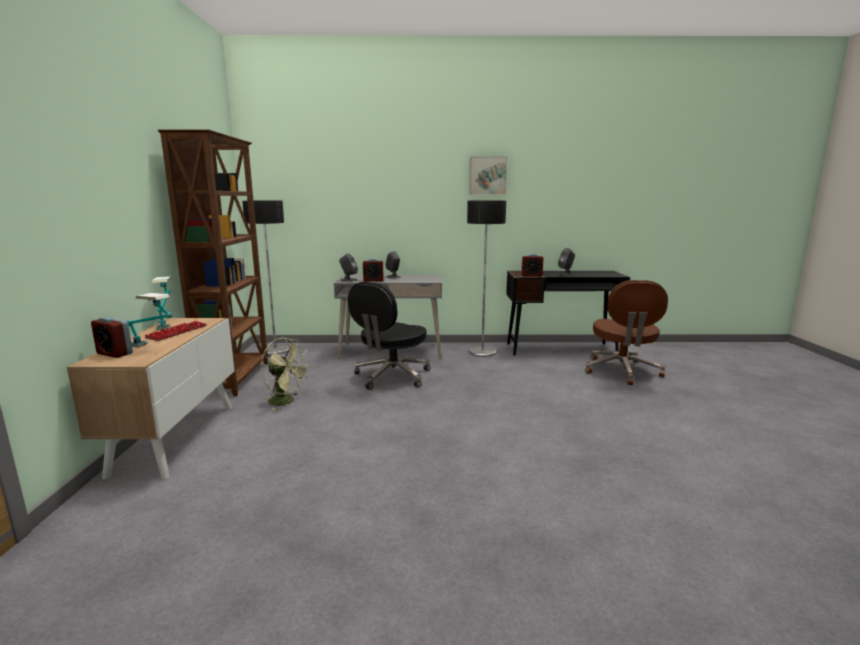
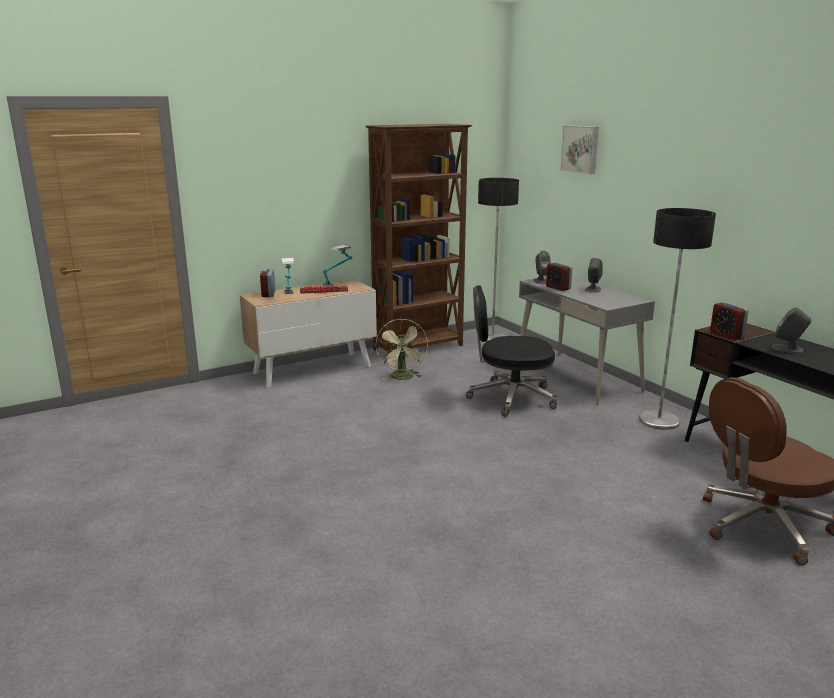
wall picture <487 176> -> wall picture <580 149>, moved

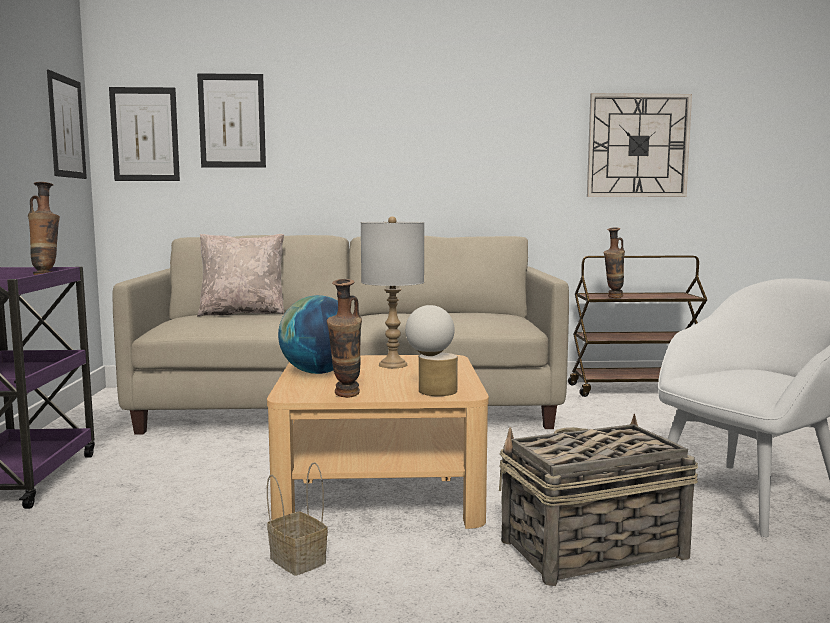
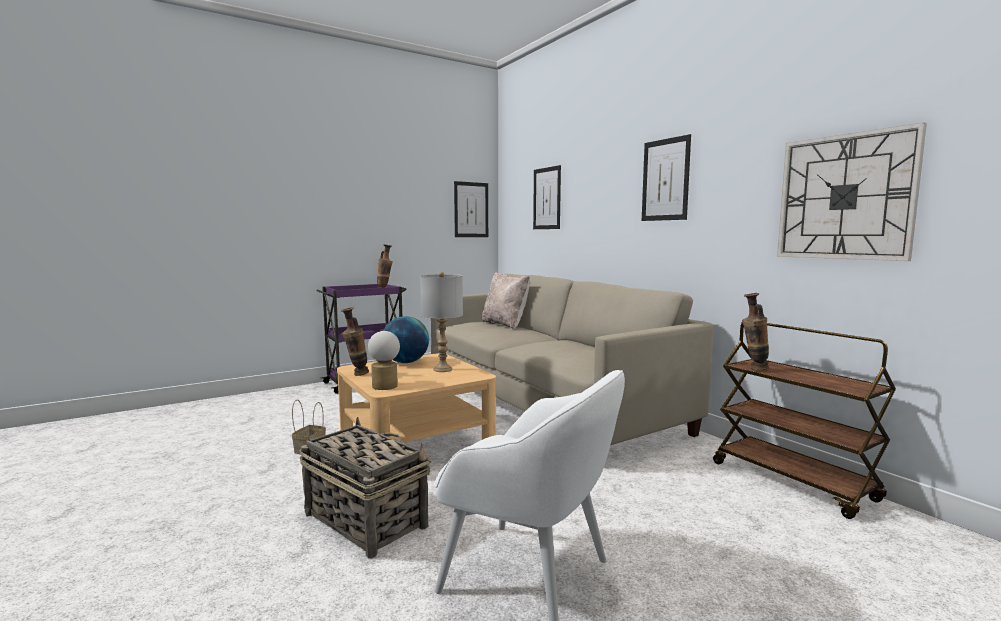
wall picture <145 134> -> wall picture <665 180>, moved

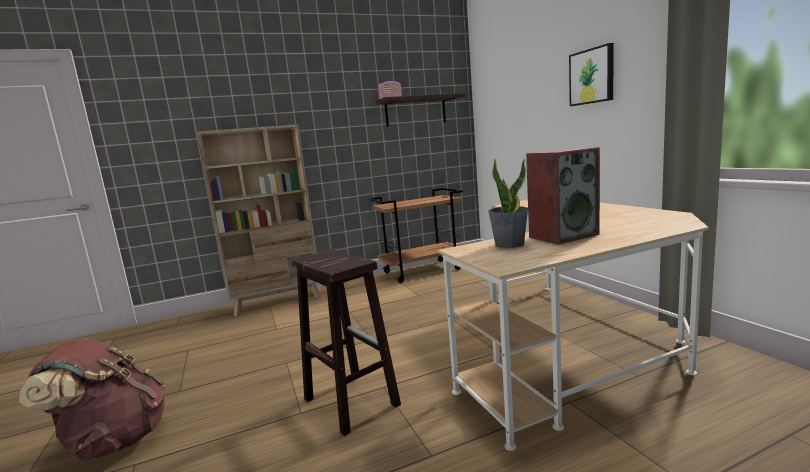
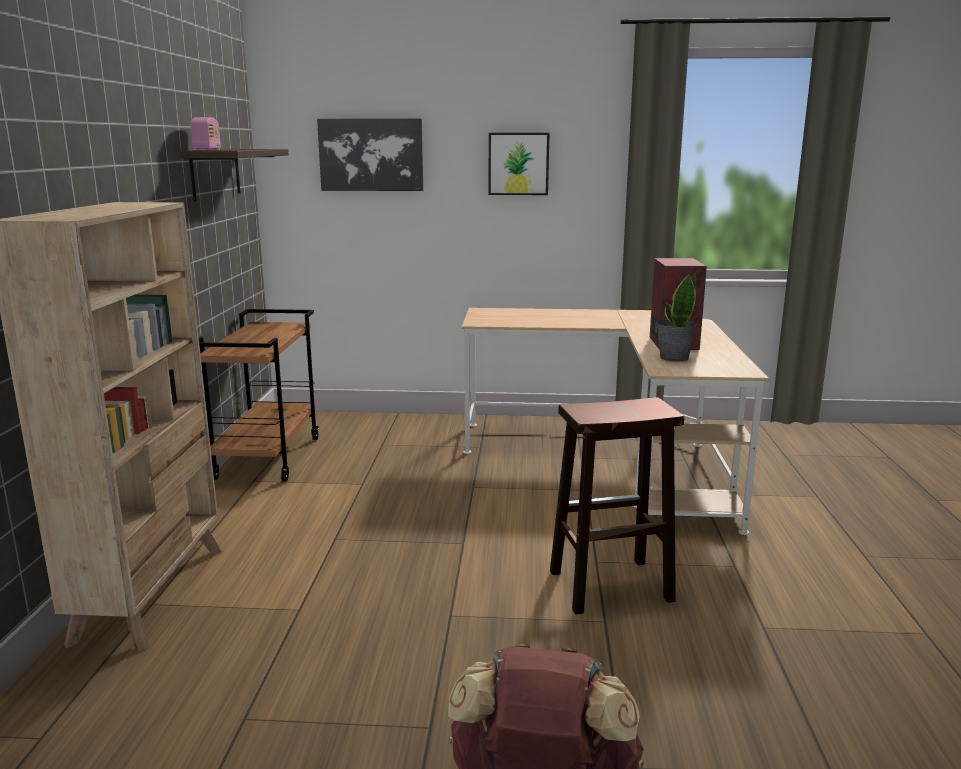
none -> wall picture <371 155>

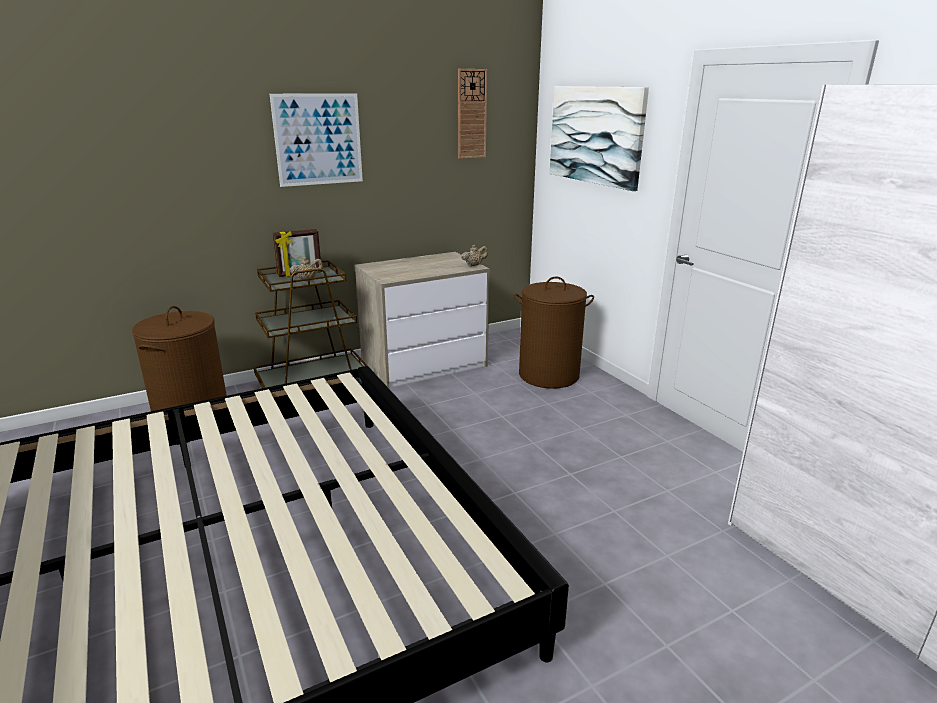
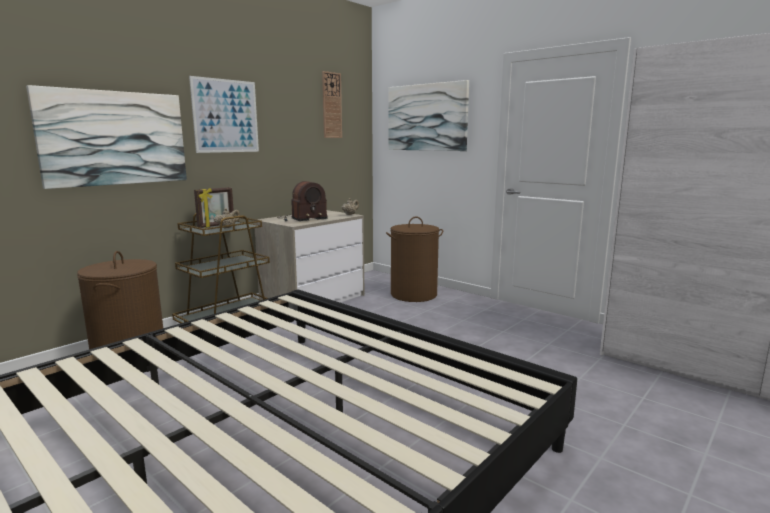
none -> wall picture <114 138>
none -> radio set <301 219>

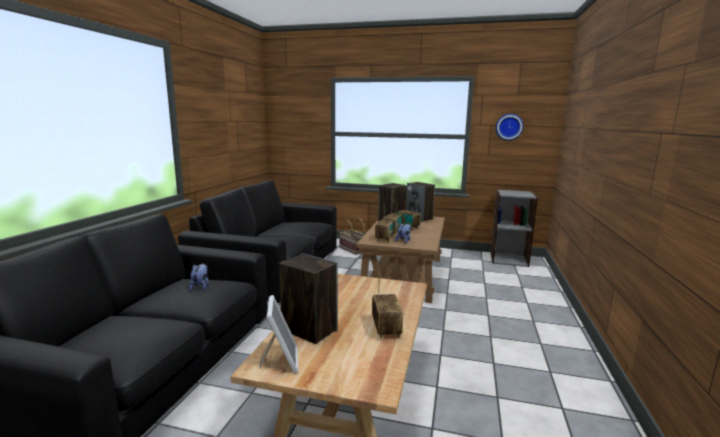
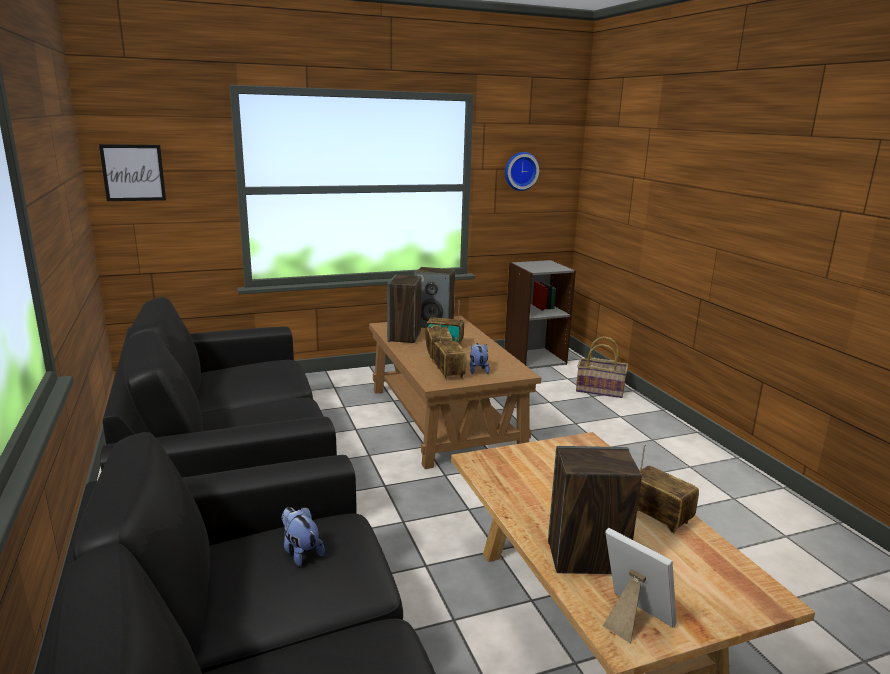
storage basket <353 249> -> storage basket <600 390>, moved
none -> wall picture <133 172>

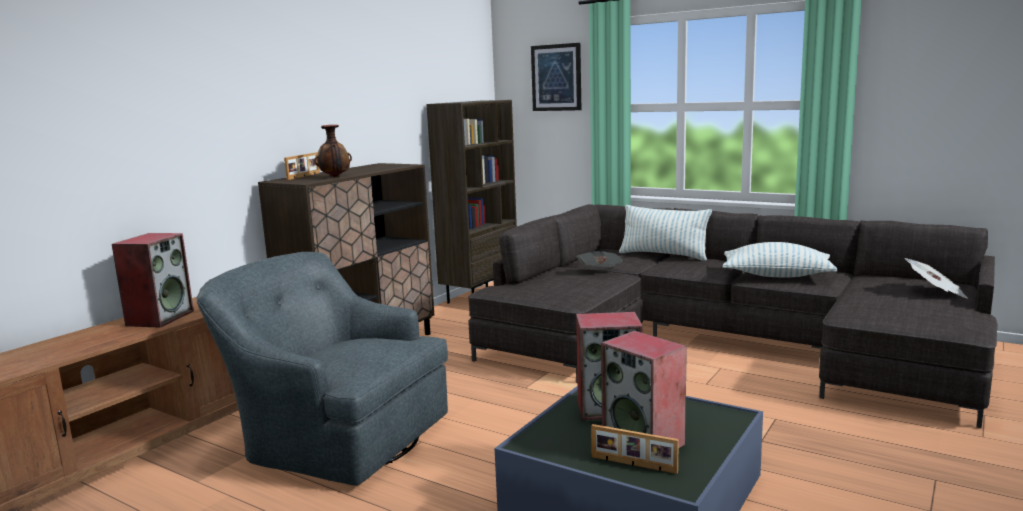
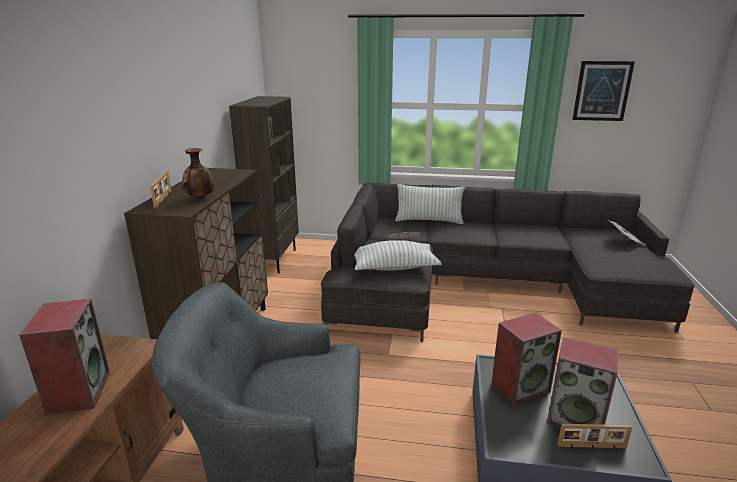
wall picture <556 77> -> wall picture <602 91>, moved
pillow <776 276> -> pillow <394 267>, moved

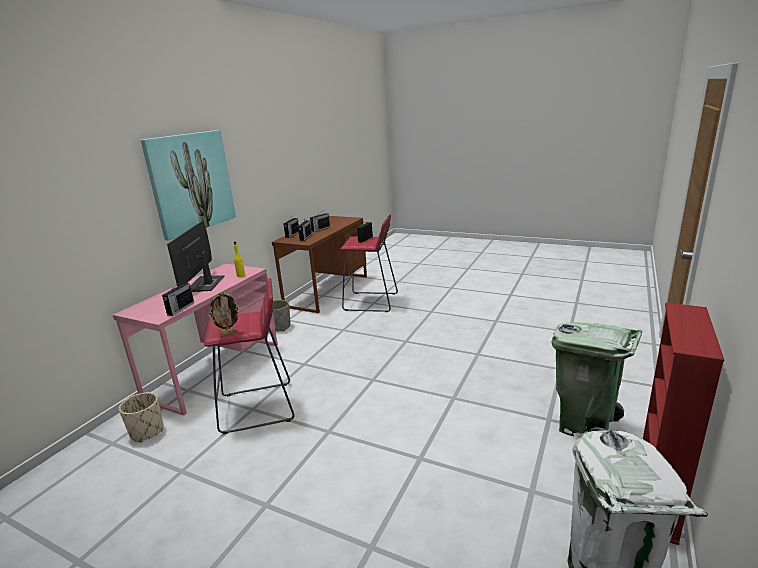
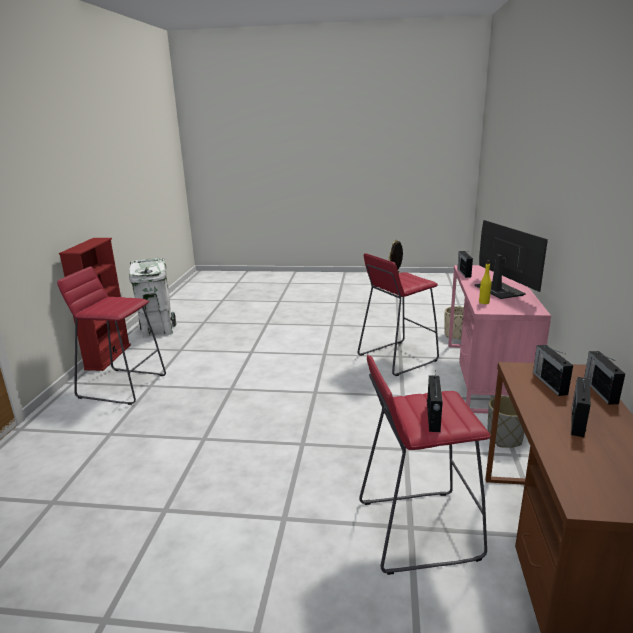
wall picture <191 182> -> none
green rubbish bin <585 426> -> reddish stool <122 385>

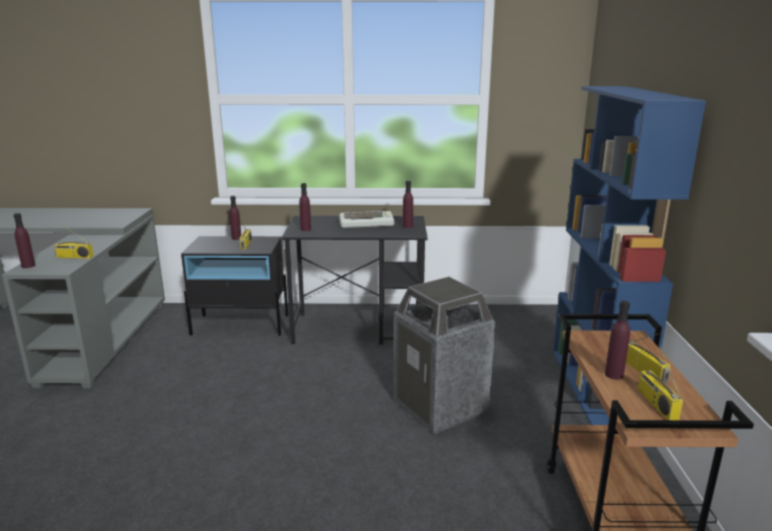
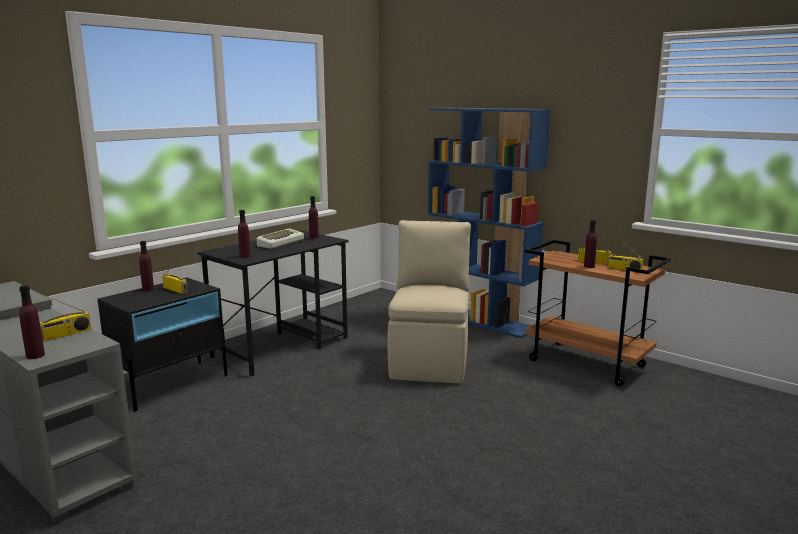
rubbish bin <441 407> -> beige-coloured chair <430 361>

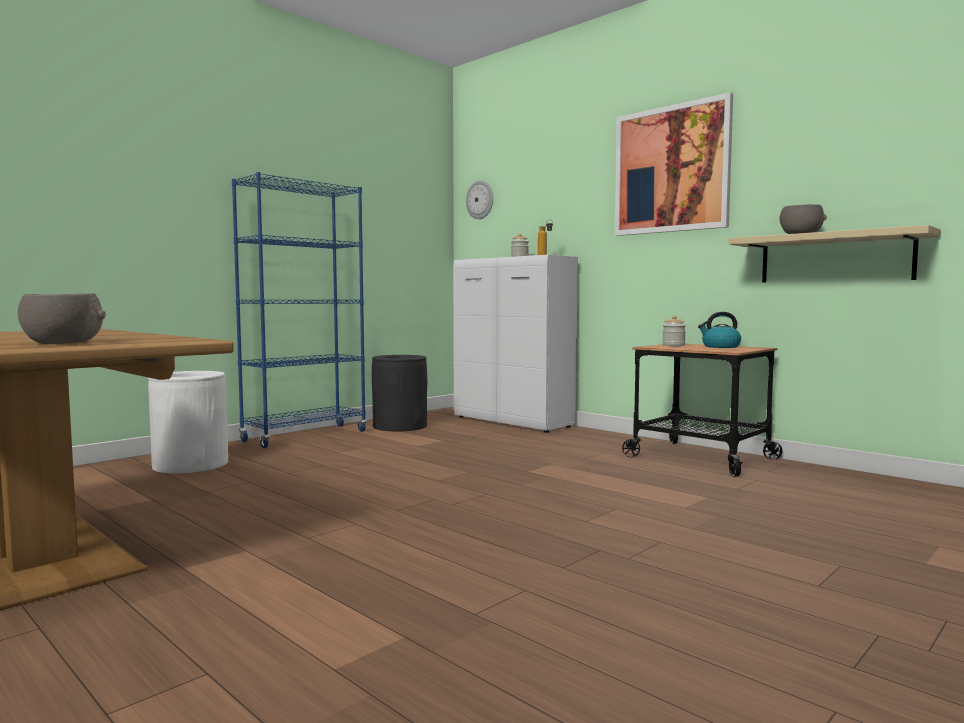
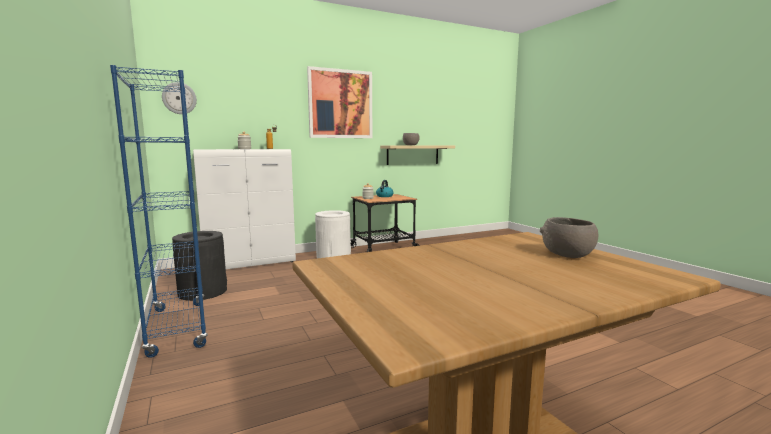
whitish rubbish bin <191 464> -> whitish rubbish bin <333 256>, moved

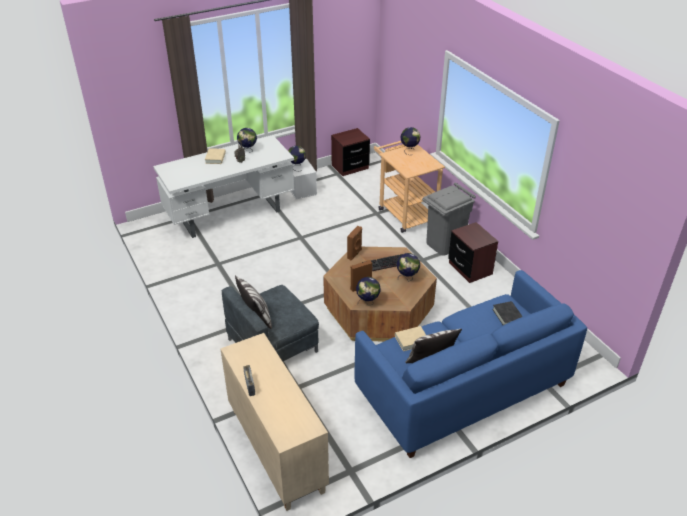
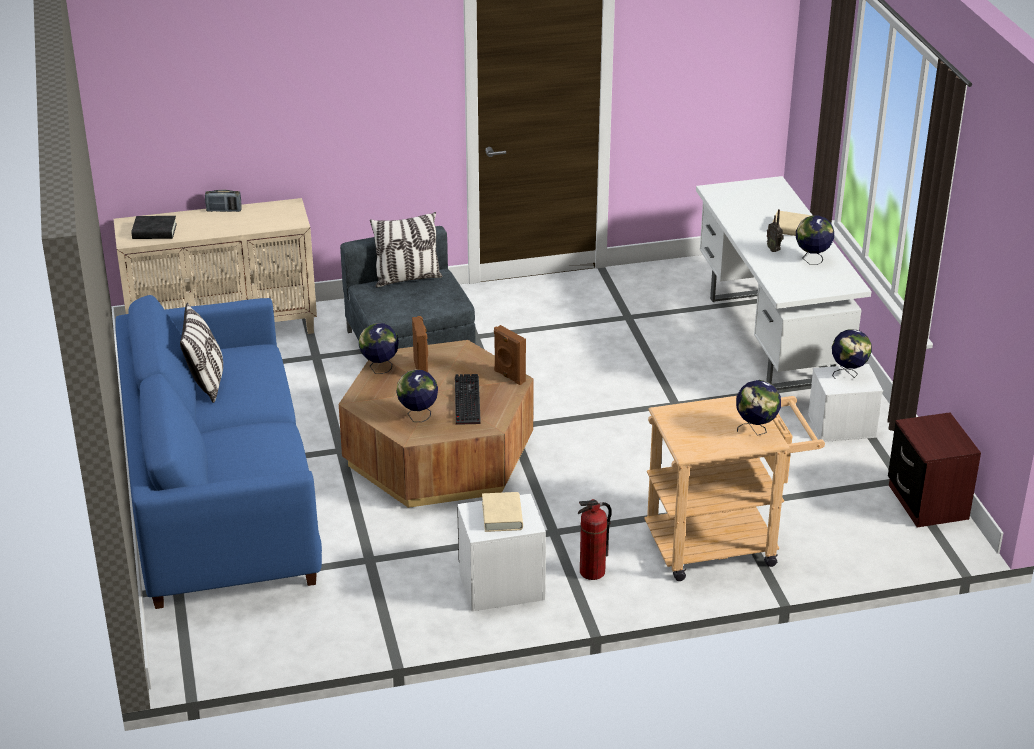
beige-coloured volume <411 340> -> beige-coloured volume <502 516>, moved
grey rubbish bin <444 244> -> extinguisher <592 572>
brown-coloured night table <470 268> -> whitish night table <501 586>
black-coloured volume <507 316> -> black-coloured volume <154 232>, moved

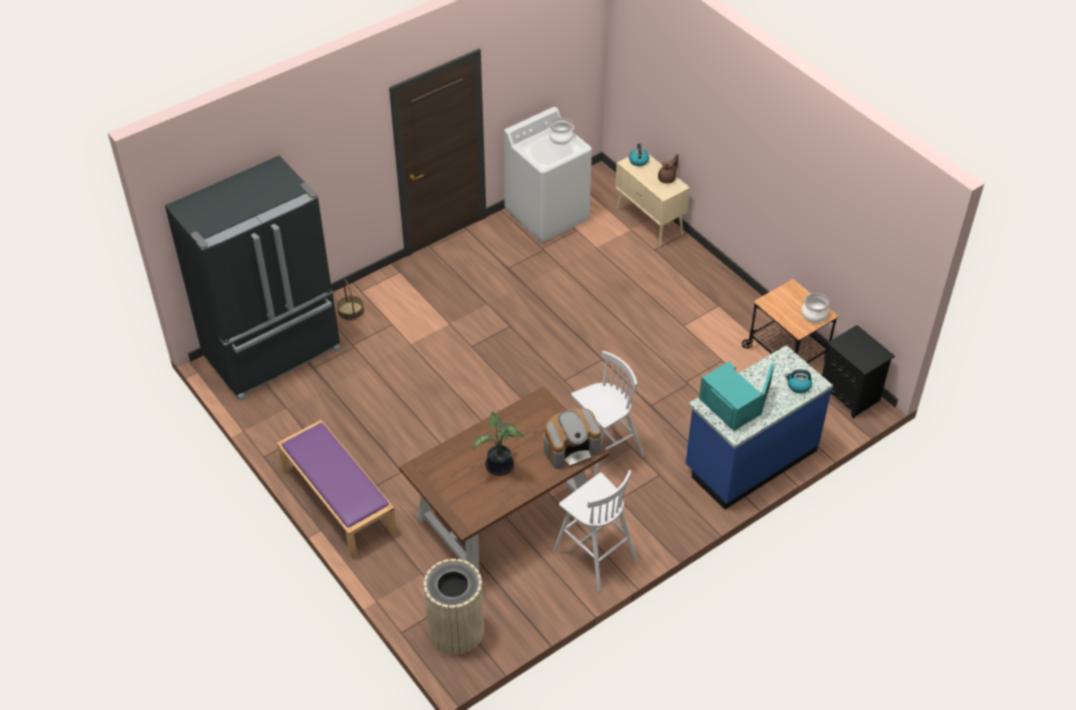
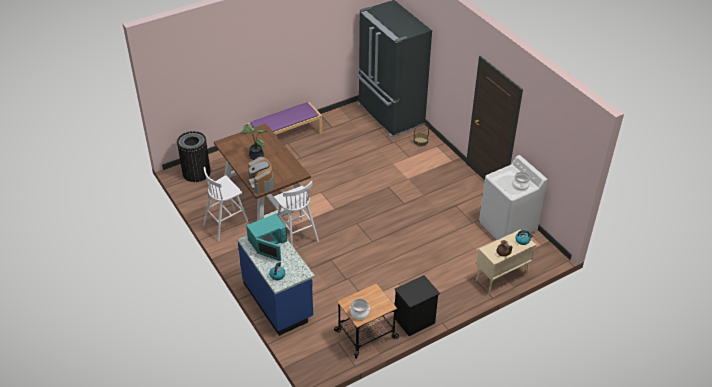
beige-coloured rubbish bin <456 630> -> black-coloured rubbish bin <196 173>
black-coloured night table <851 395> -> black-coloured night table <414 321>, moved

